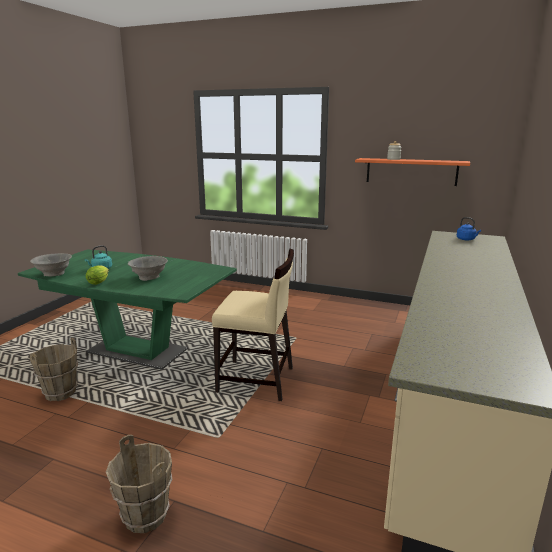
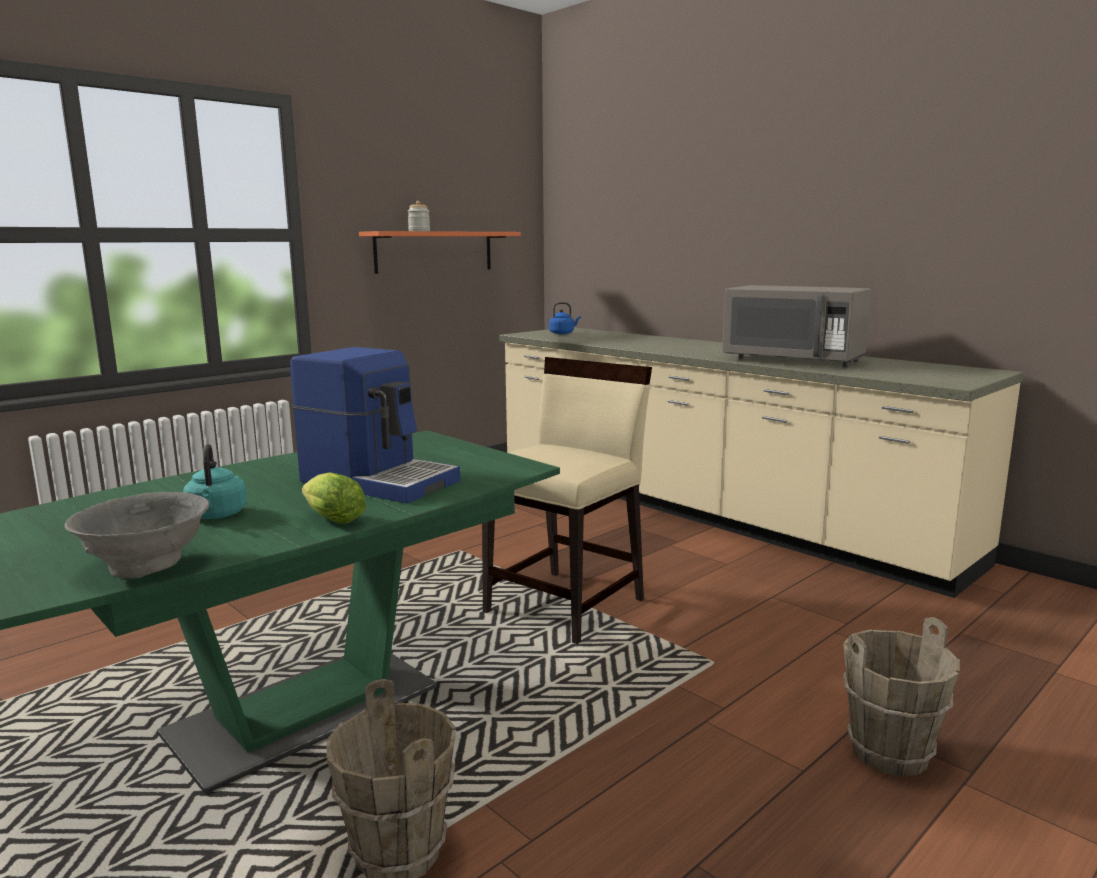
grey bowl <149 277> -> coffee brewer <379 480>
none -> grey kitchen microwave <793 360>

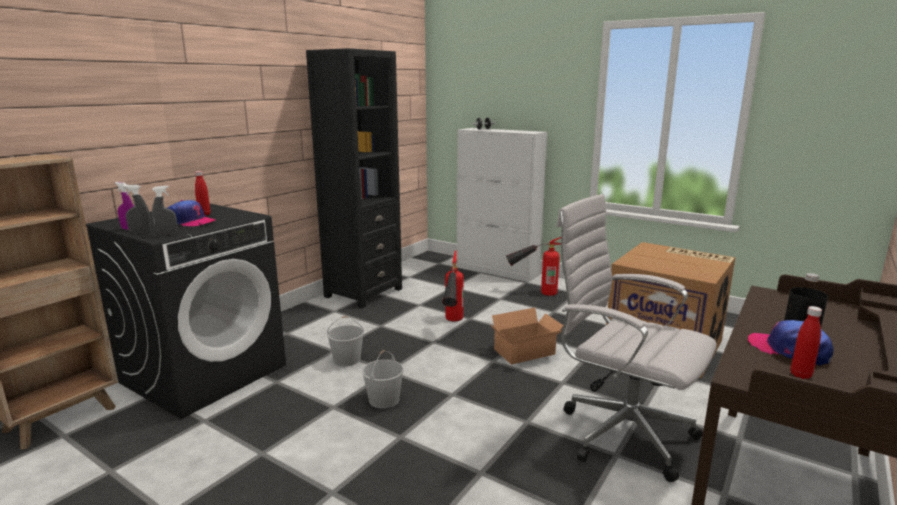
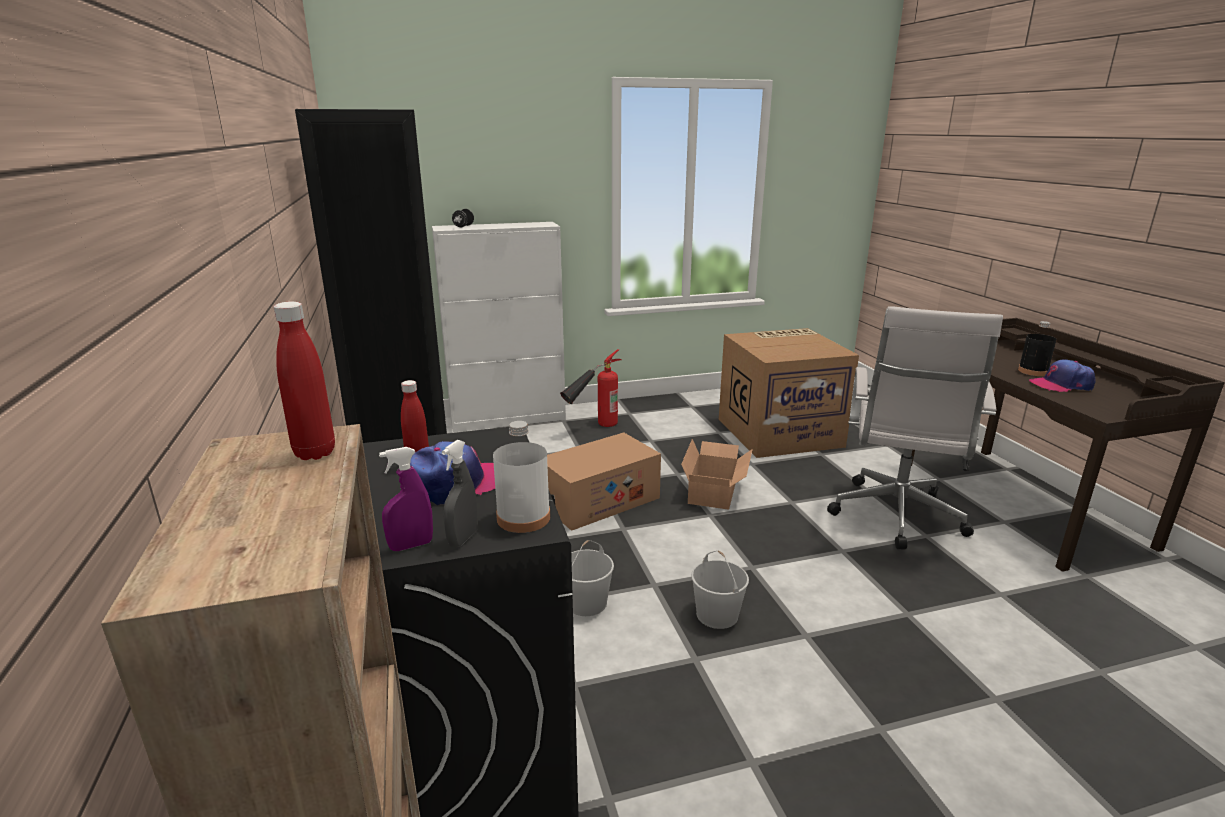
grey spray bottle <167 235> -> whitish bottle <523 518>
extinguisher <452 325> -> packing box <599 500>
whitish office chair <620 433> -> whitish office chair <896 518>, 60 degrees counterclockwise
reddish bottle <800 375> -> reddish bottle <315 453>, moved

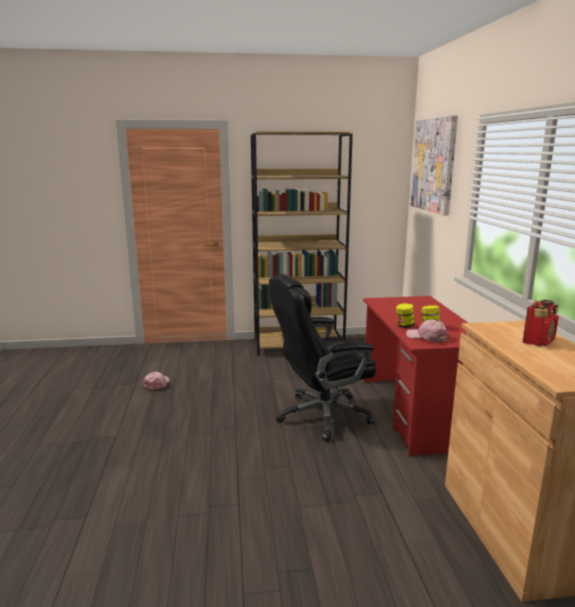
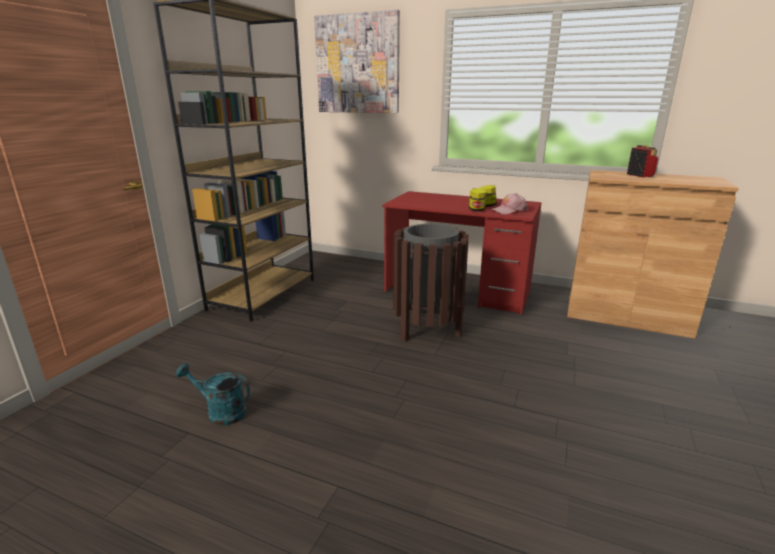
pink-coloured peaked cap <157 384> -> turquoise-coloured watering can <220 412>
black-coloured office chair <321 416> -> brown-coloured rubbish bin <427 328>

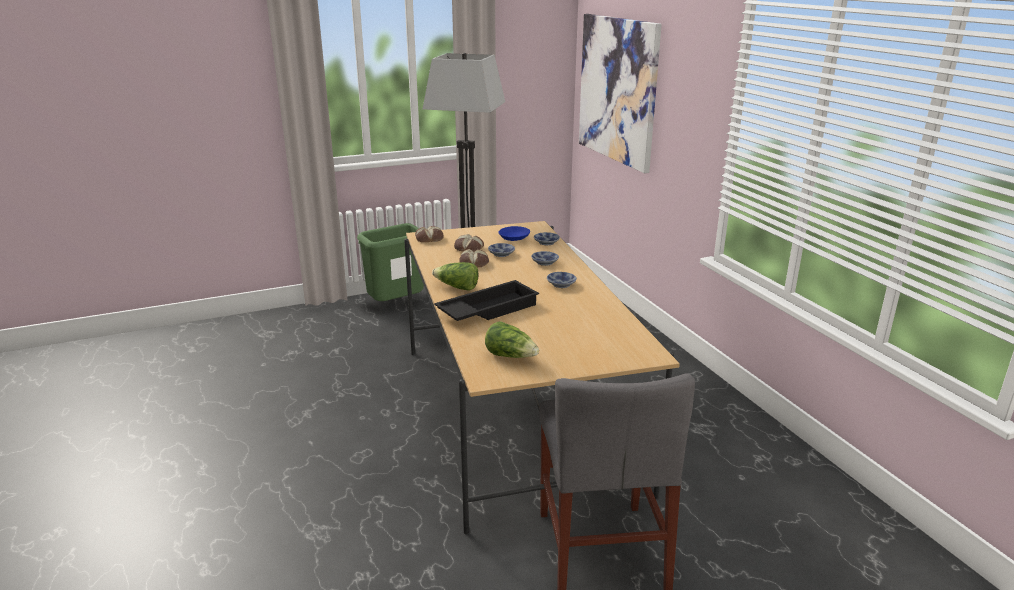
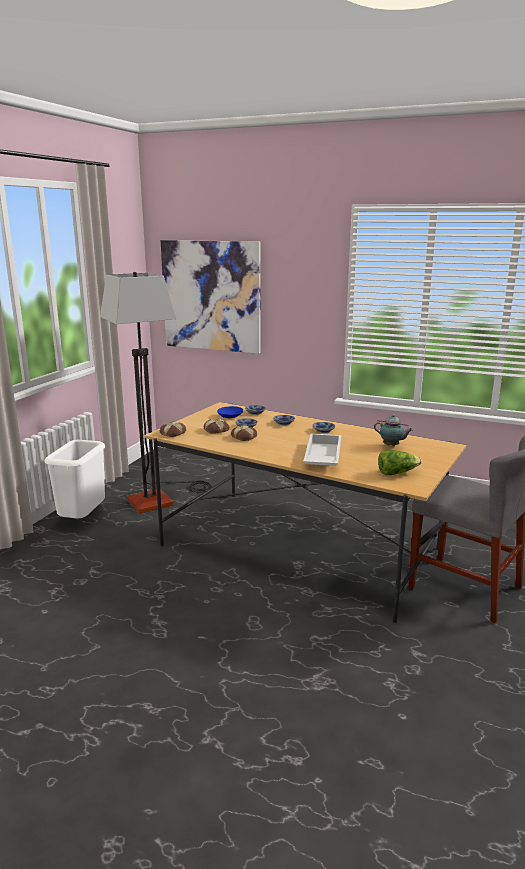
green rubbish bin <396 306> -> whitish rubbish bin <82 520>
lettuce head <457 287> -> none
black-coloured carrying tray <487 309> -> whitish carrying tray <321 457>
none -> pot for tea <392 446>

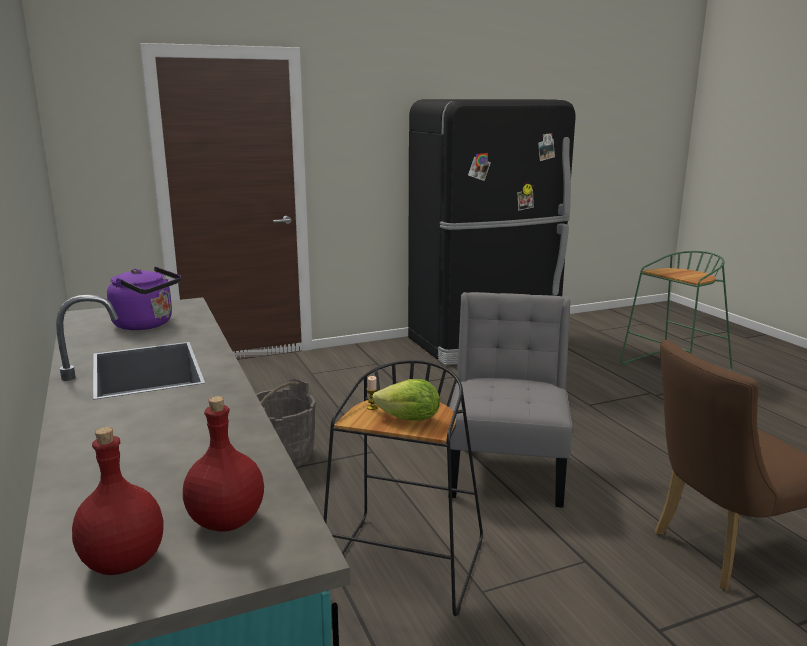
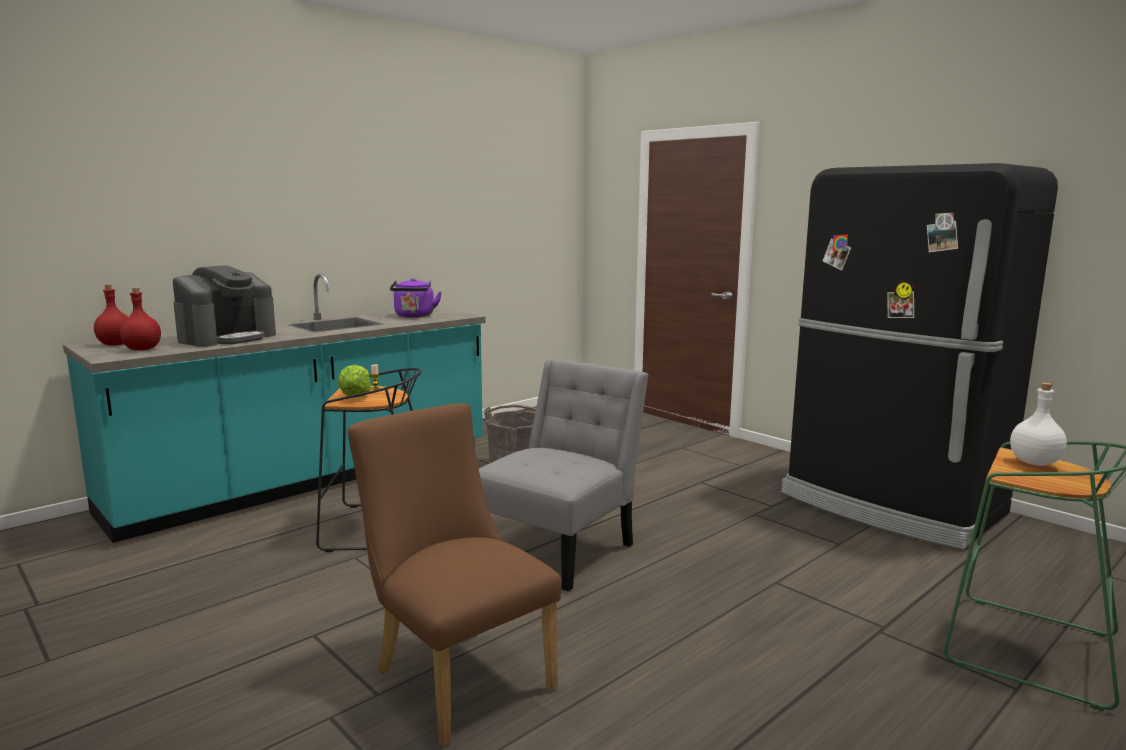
grey chair <507 468> -> grey chair <560 548>, 45 degrees counterclockwise
none -> coffee brewer <227 338>
none -> whitish bottle <1033 463>

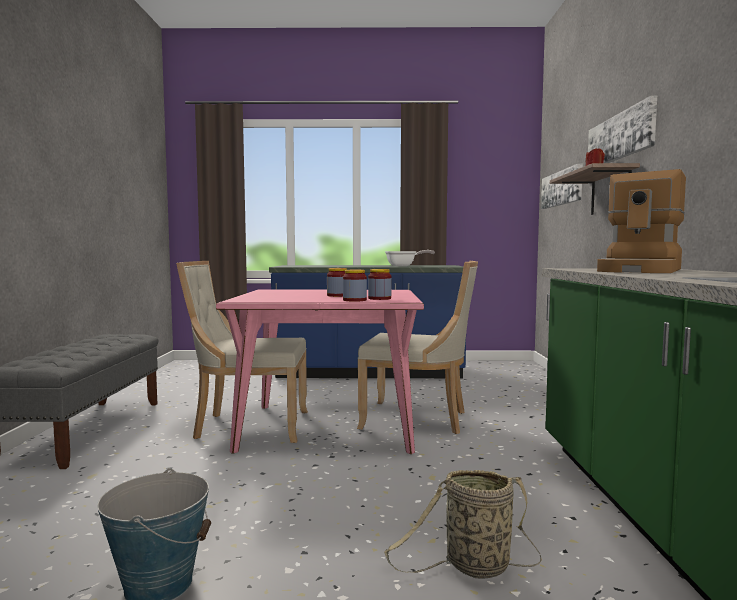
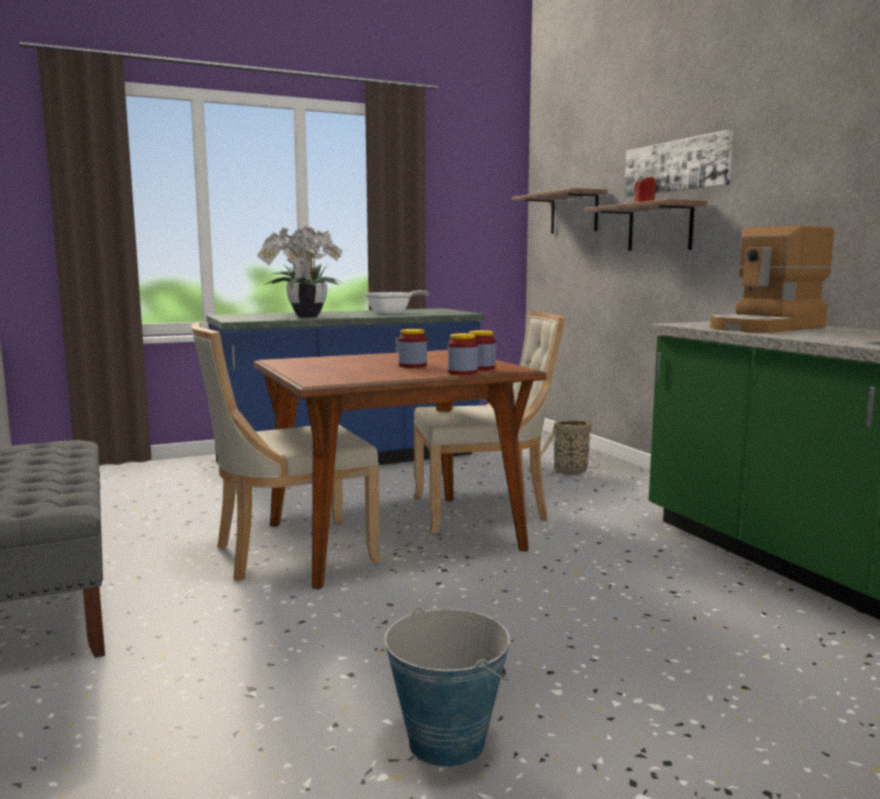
pink-coloured dinner table <327 427> -> brown-coloured dinner table <393 537>
storage basket <473 567> -> storage basket <568 473>, moved
wall picture <562 188> -> bracket shelf <574 213>
coffee brewer <642 270> -> coffee brewer <768 328>, 45 degrees clockwise
none -> houseplant <304 316>

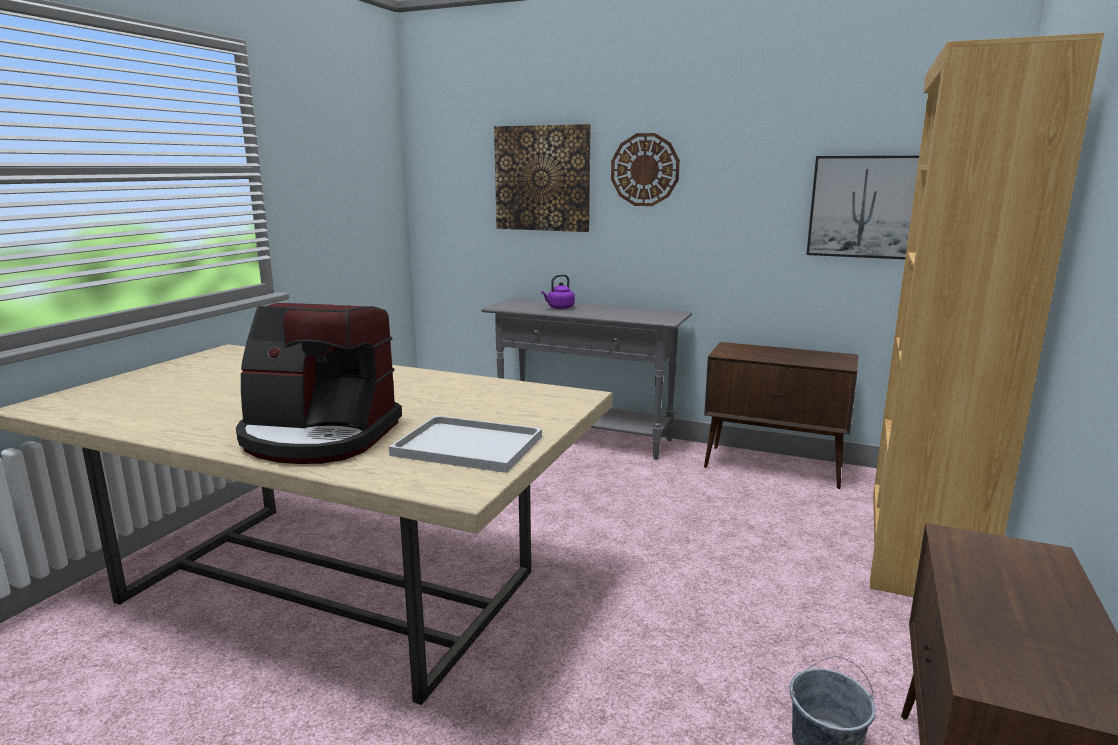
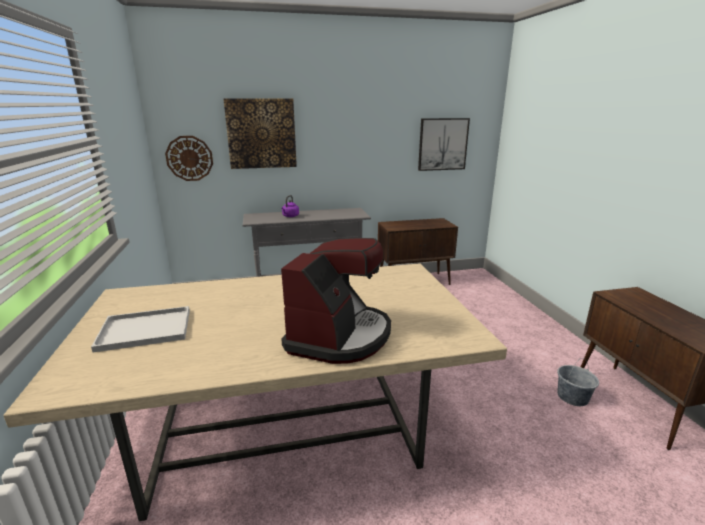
coffee brewer <319 436> -> coffee brewer <340 336>, 45 degrees counterclockwise
whitish carrying tray <471 446> -> whitish carrying tray <147 329>, moved
wall clock <645 170> -> wall clock <189 158>, moved
brown-coloured shelving unit <920 543> -> none

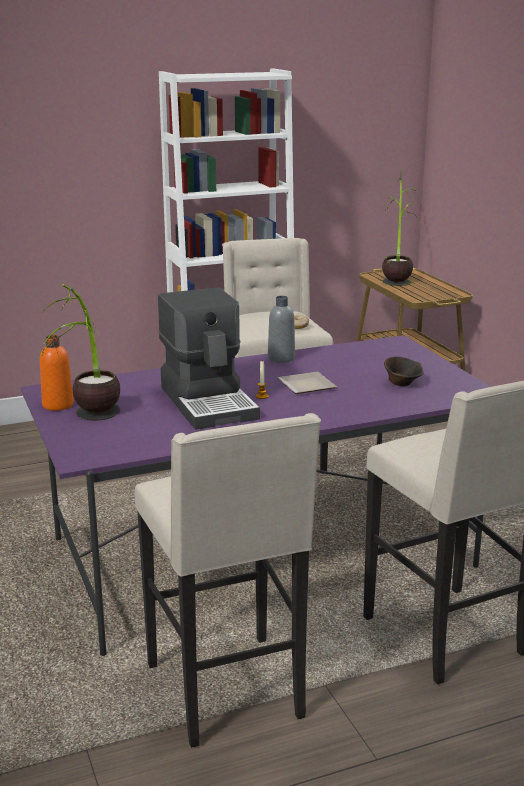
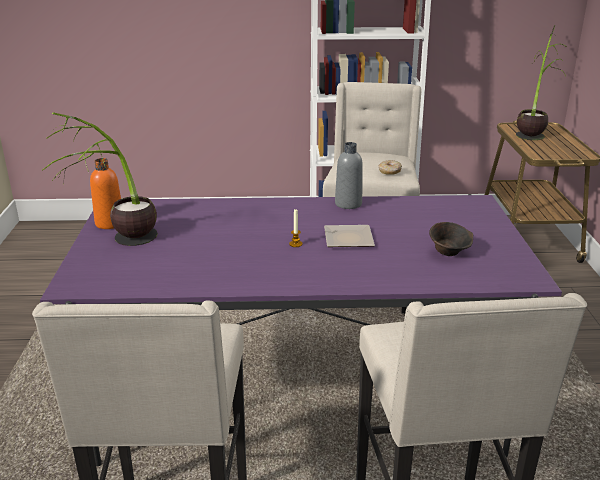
coffee brewer <209 402> -> none

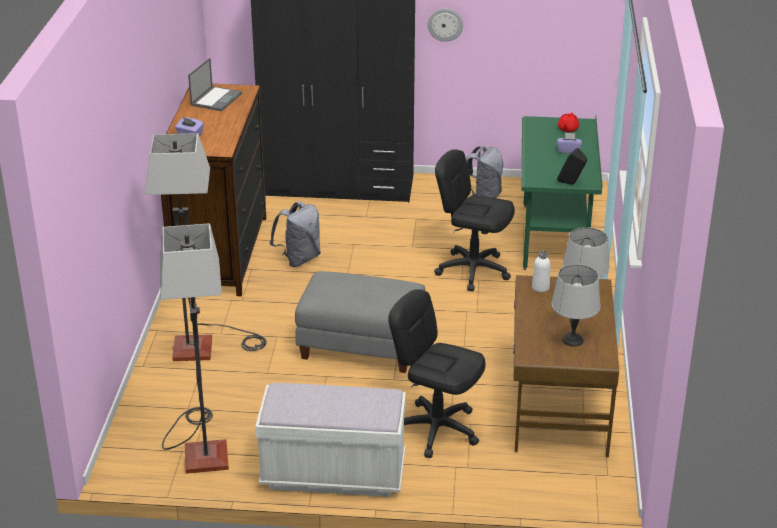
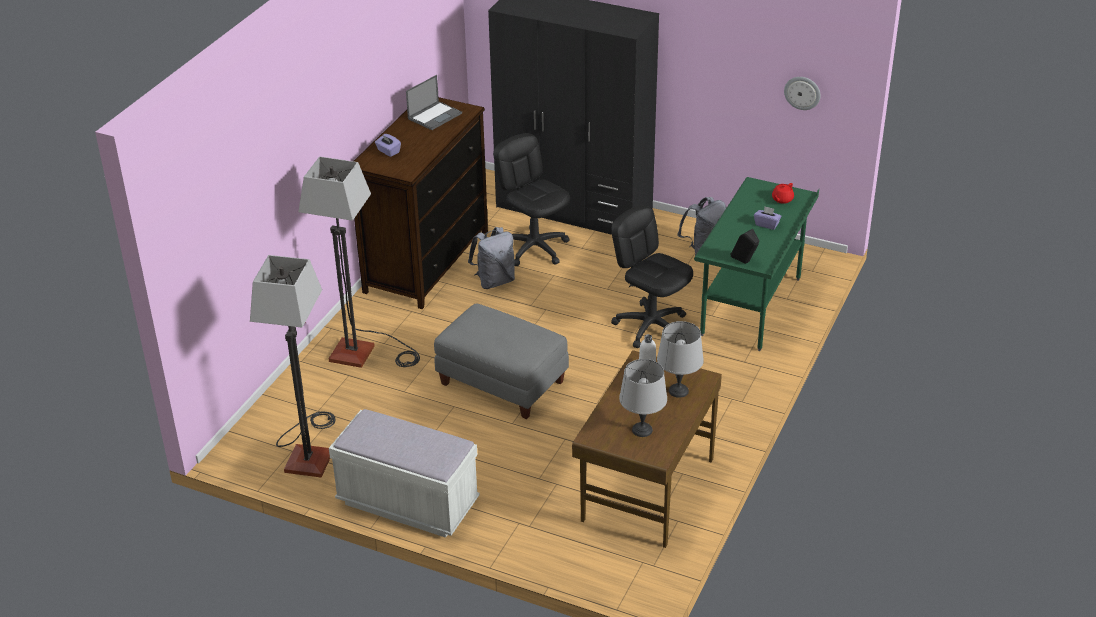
black-coloured office chair <436 429> -> black-coloured office chair <534 248>, moved
wall clock <445 24> -> wall clock <802 92>, moved

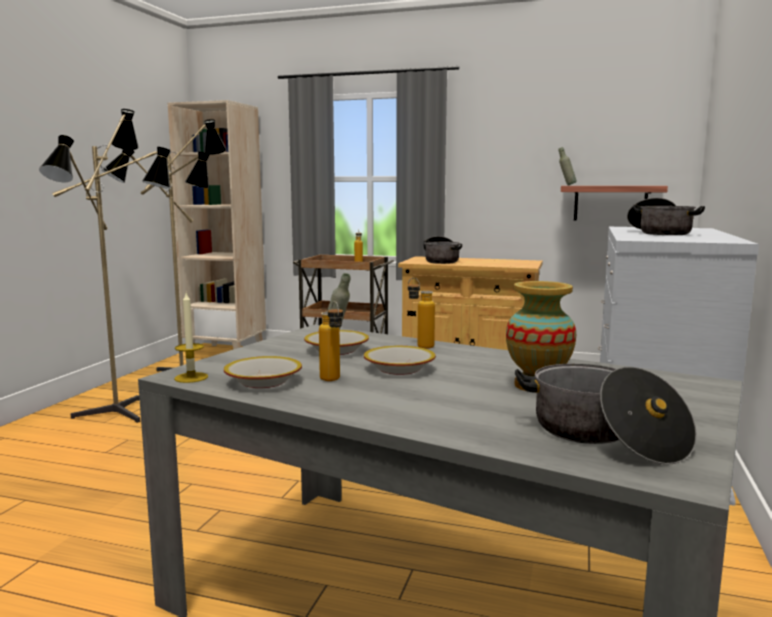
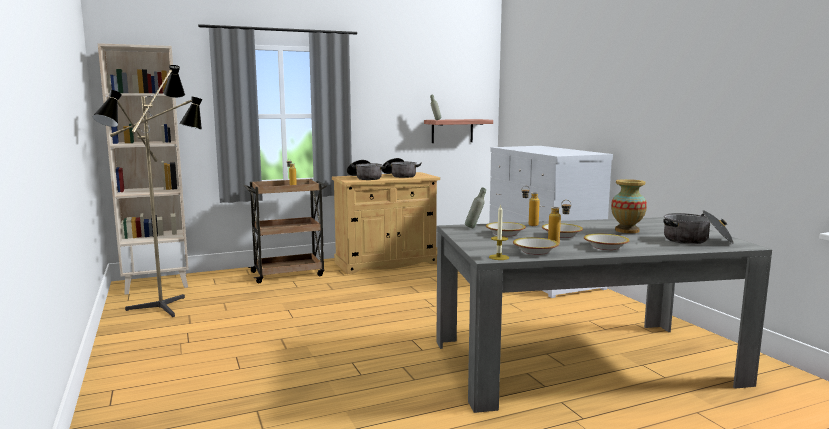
floor lamp <125 413> -> none
saucepot <660 233> -> saucepot <400 176>, moved
none -> bowl <606 247>

